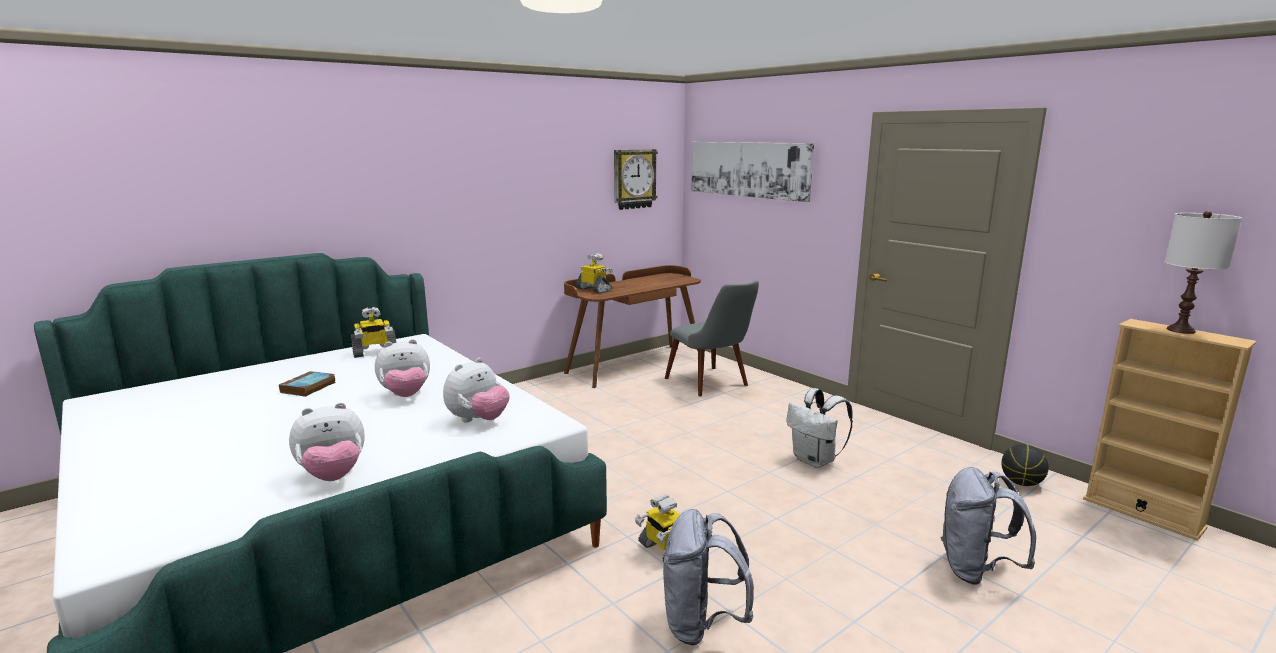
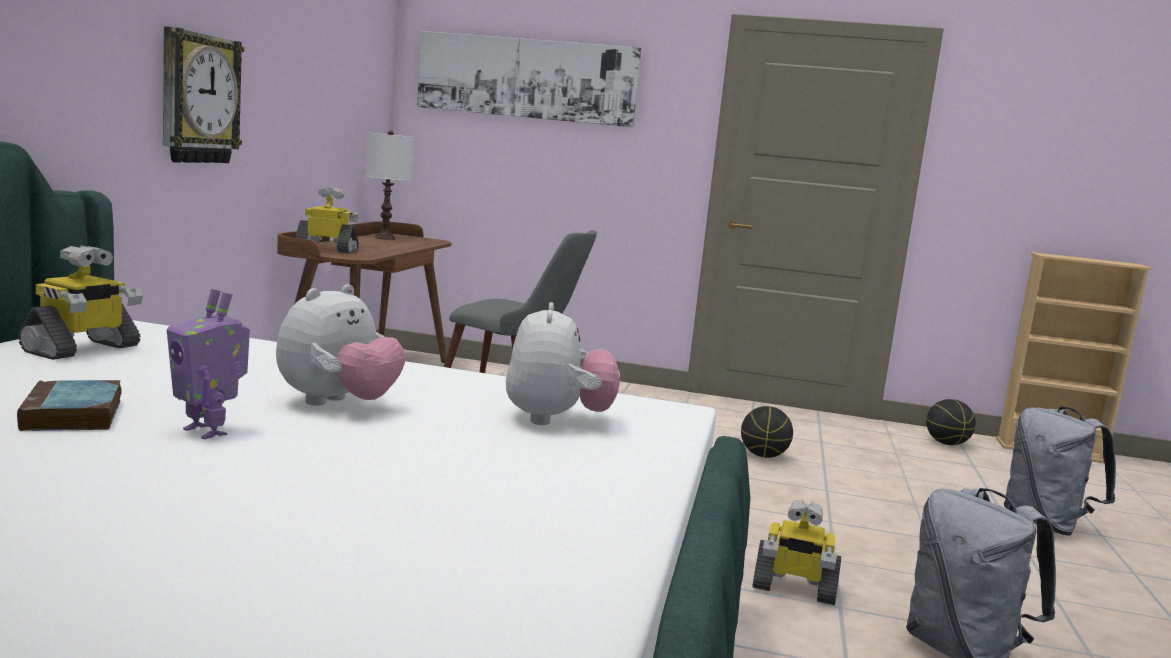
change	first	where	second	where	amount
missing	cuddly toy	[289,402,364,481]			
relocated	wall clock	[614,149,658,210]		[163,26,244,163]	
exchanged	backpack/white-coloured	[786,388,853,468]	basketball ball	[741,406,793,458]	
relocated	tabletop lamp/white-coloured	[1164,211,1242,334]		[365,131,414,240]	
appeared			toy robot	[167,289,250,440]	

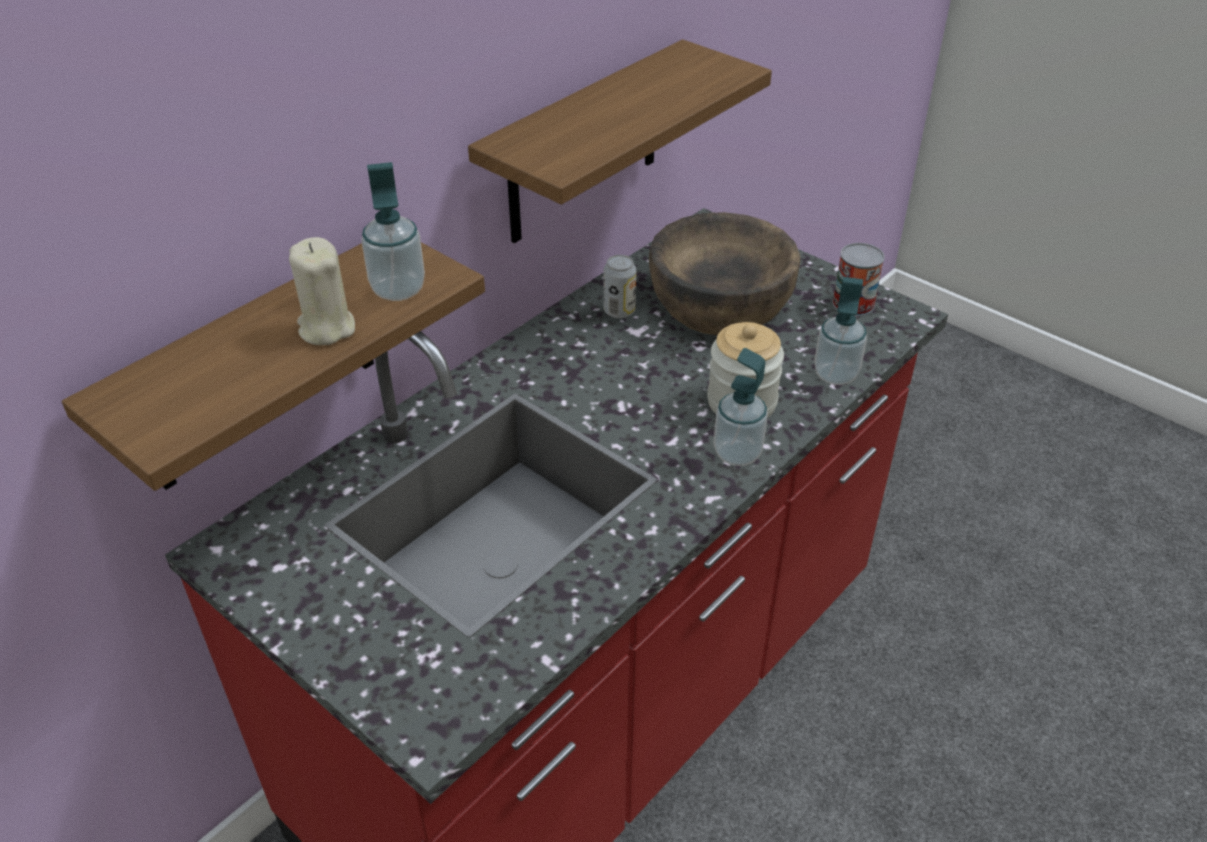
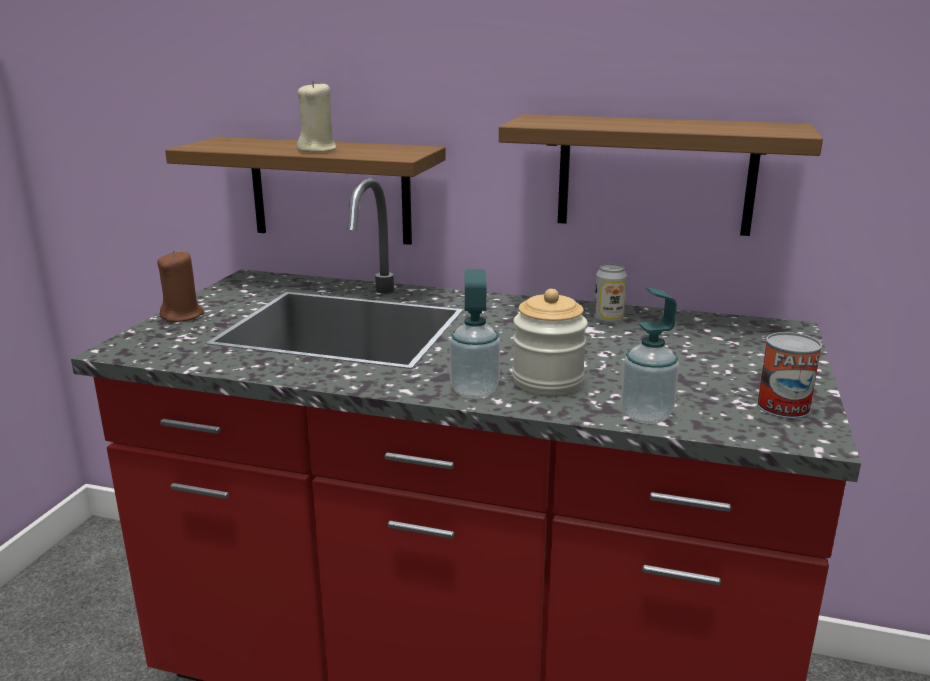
change	first	where	second	where	amount
missing	liquid soap bottle	[361,162,425,301]			
missing	serving bowl/brown	[649,212,800,335]			
appeared			candle/brown	[157,250,204,322]	

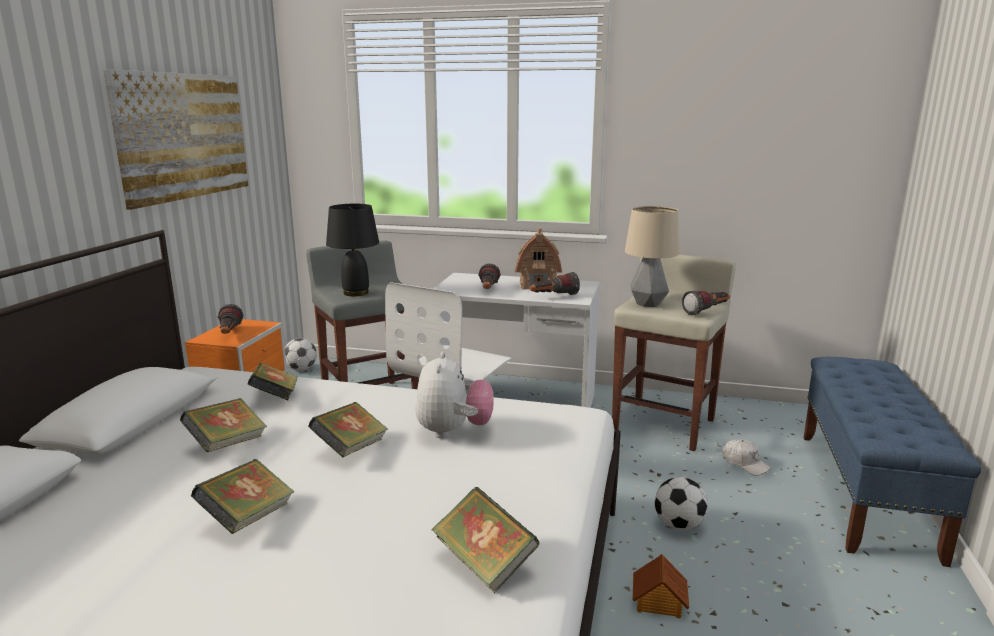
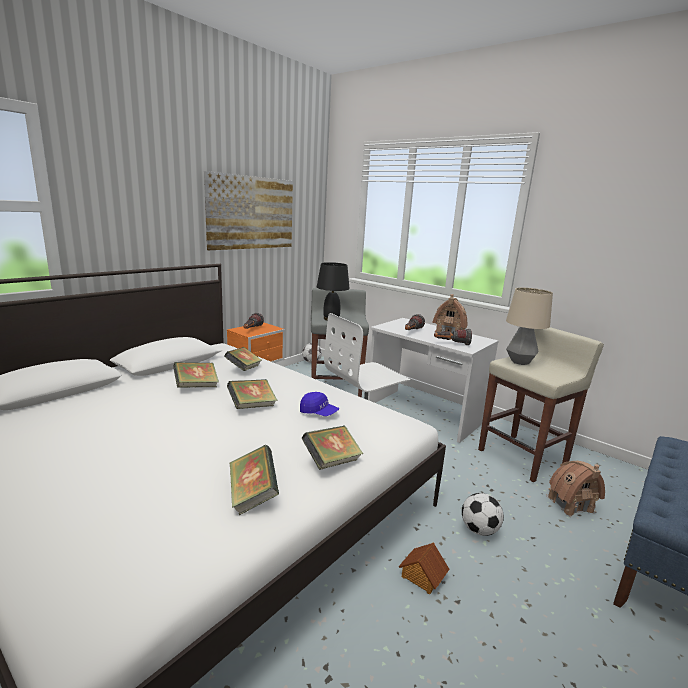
change	first	where	second	where	amount
relocated	volume	[191,459,295,534]		[302,425,363,470]	
exchanged	cuddly toy	[415,352,494,438]	cap/blue-coloured	[300,392,339,416]	
missing	torch	[682,290,730,315]			
exchanged	cap/white-coloured	[723,439,771,476]	miniature house	[546,461,605,517]	

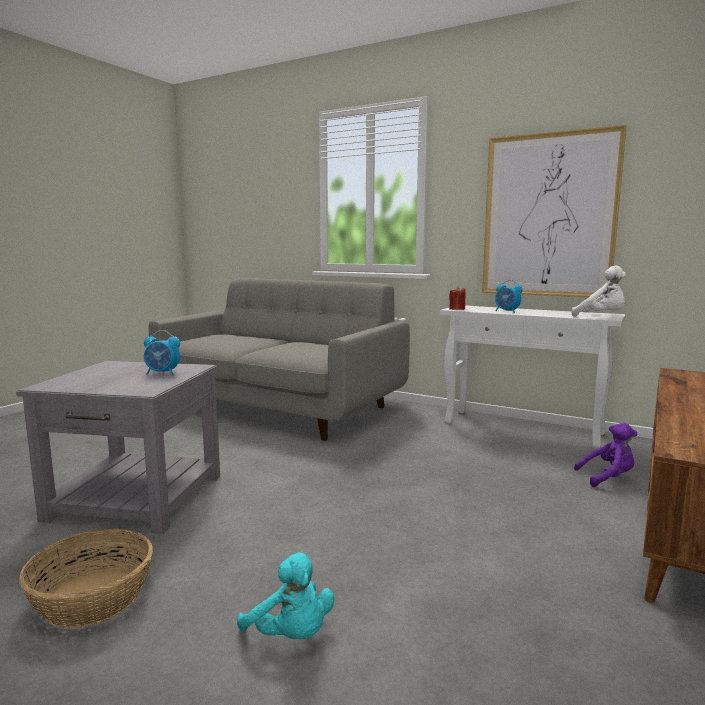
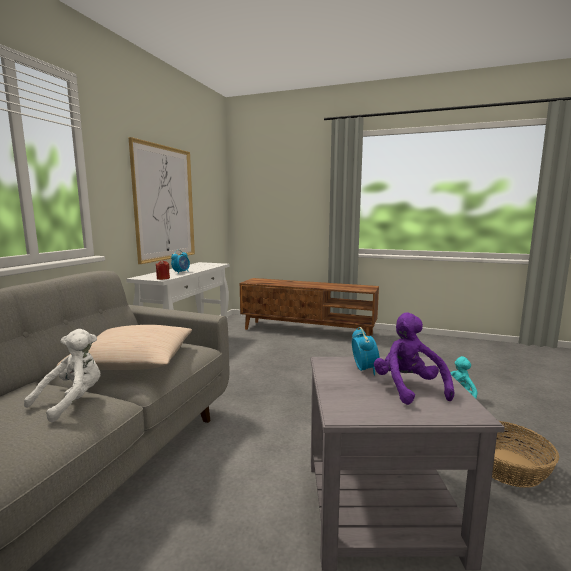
change	first	where	second	where	amount
relocated	cuddly toy/white-coloured	[571,265,626,317]		[24,329,100,422]	
relocated	cuddly toy/purple	[574,423,638,487]		[374,313,454,405]	
appeared			cushion/sand-coloured	[57,325,192,370]	

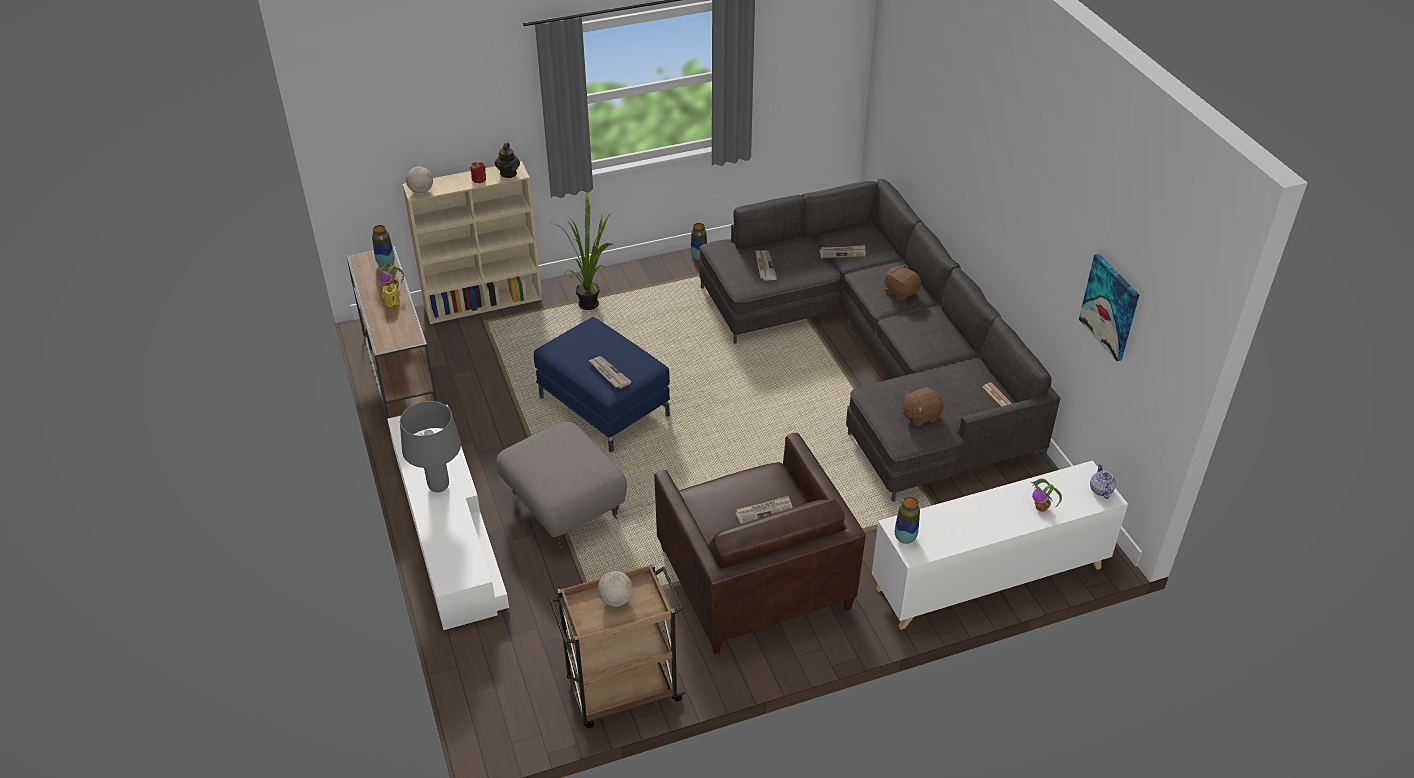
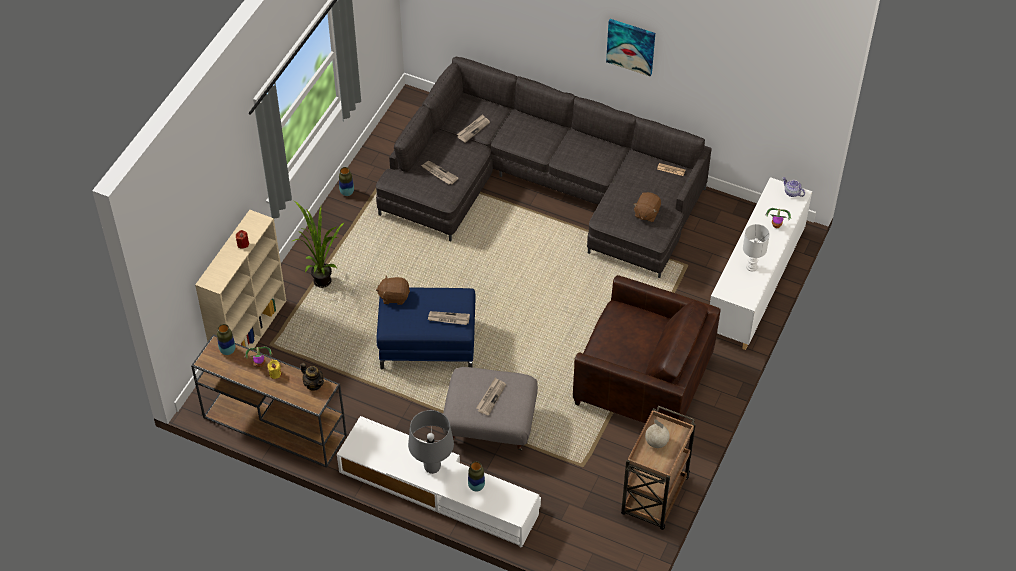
change	first	where	second	where	amount
missing	globe	[406,155,433,194]			
relocated	pot for tea	[495,142,520,178]		[301,363,324,390]	
relocated	daily paper	[735,496,793,524]		[476,378,506,415]	
relocated	cuddly toy/brown	[884,264,921,301]		[376,275,410,305]	
relocated	decorative vase	[895,497,920,544]		[468,461,485,492]	
relocated	picture	[1079,254,1139,361]		[606,19,655,76]	
appeared			tabletop lamp/white-coloured	[743,224,770,271]	

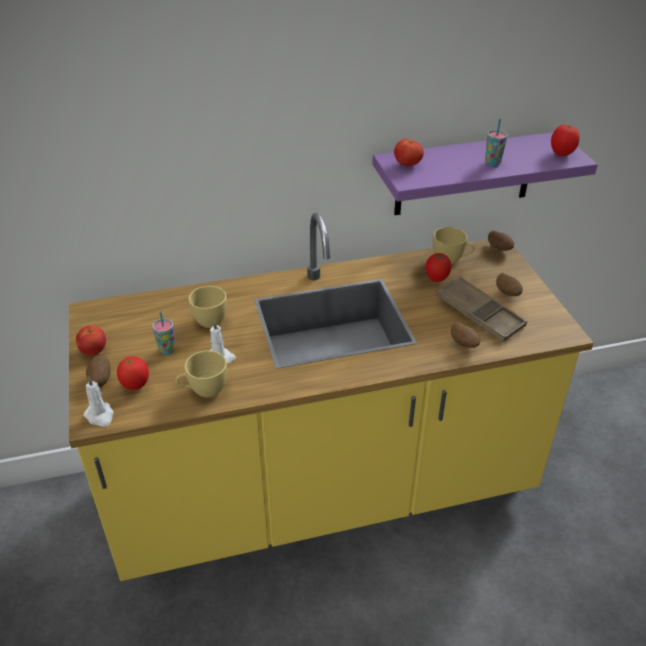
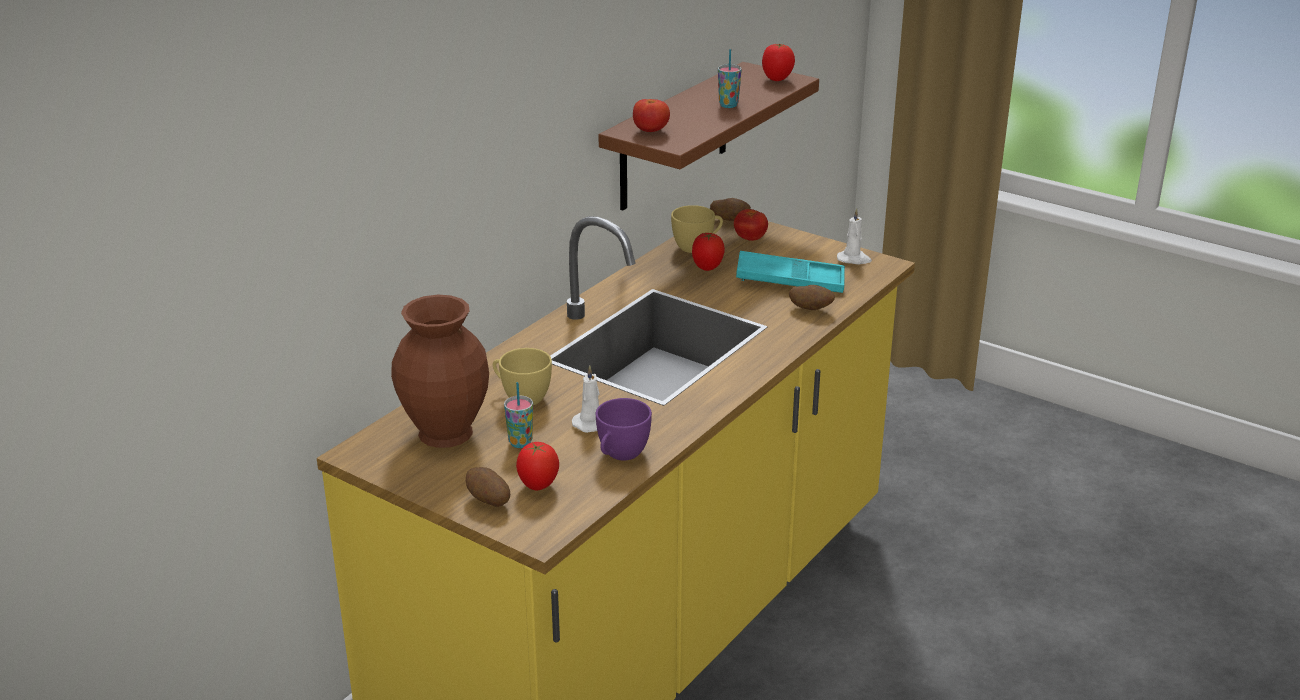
change	first	where	second	where	amount
relocated	fresh tomato	[76,325,106,356]		[734,209,768,241]	
relocated	candle/white-coloured	[83,377,114,427]		[837,208,872,264]	
colour	drinking cup/yellow	[175,351,227,398]	drinking cup/purple	[596,398,652,461]	
colour	shelf/purple	[372,132,598,215]	shelf/brown	[598,62,819,211]	
colour	tray/brown	[436,277,527,342]	tray/turquoise	[736,251,845,293]	
missing	potato	[496,273,523,296]			
appeared			decorative vase/brown	[391,295,489,448]	

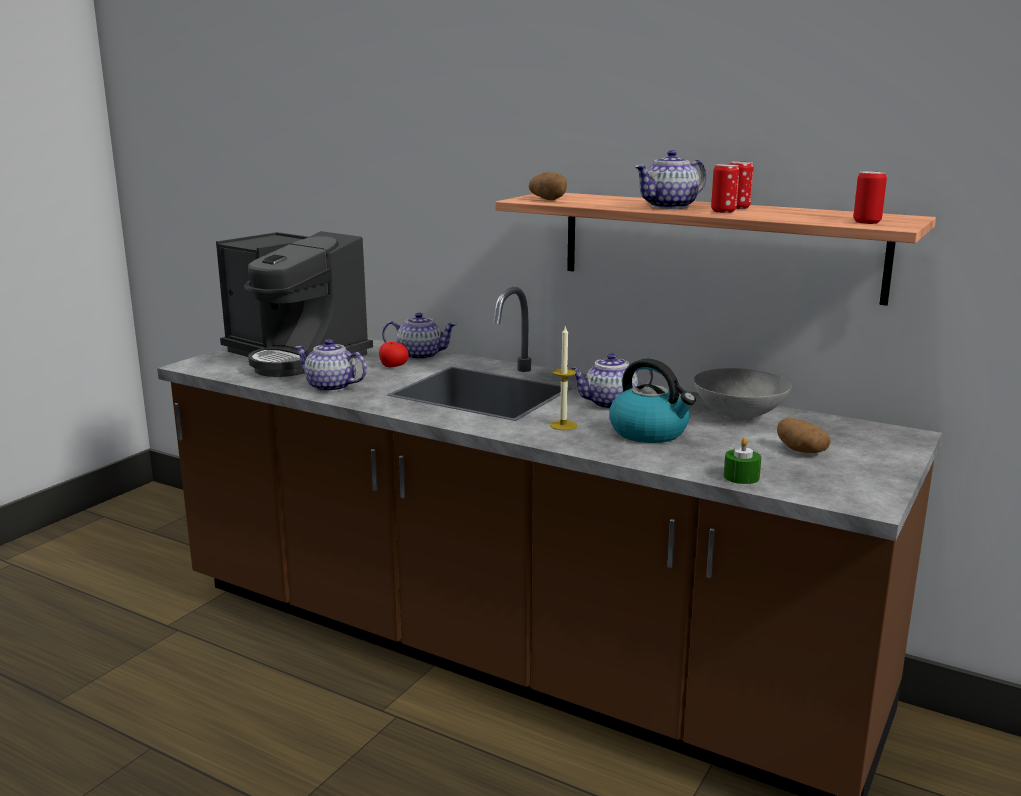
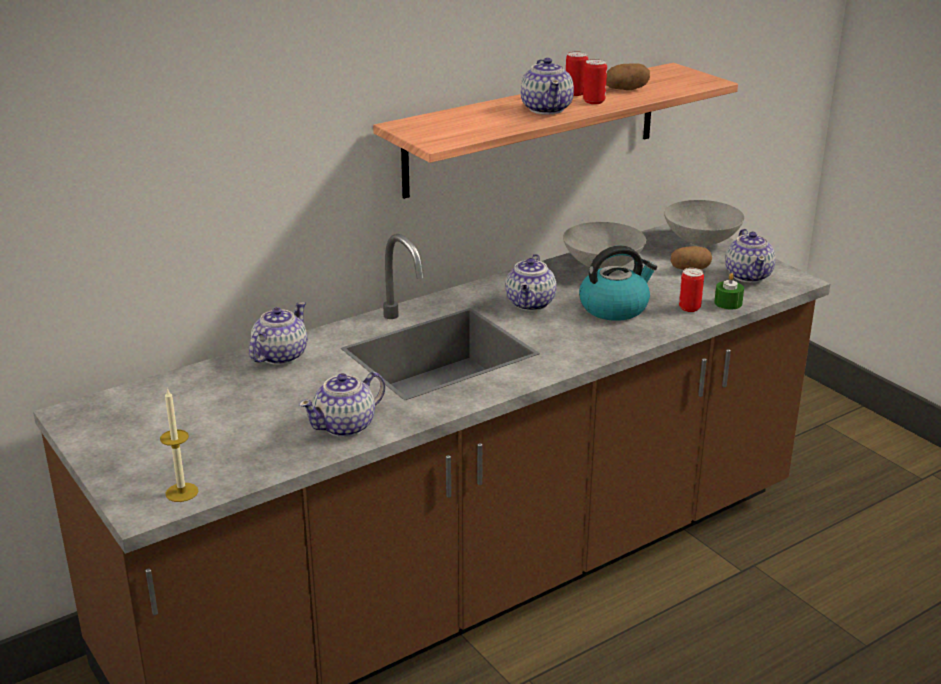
change	first	where	second	where	amount
missing	coffee maker	[216,231,373,377]			
missing	fresh tomato	[379,342,409,367]			
relocated	potato	[529,172,567,200]		[606,63,650,90]	
relocated	candle	[550,326,577,430]		[160,388,198,502]	
relocated	sealed can	[853,171,887,224]		[679,268,704,312]	
appeared			serving bowl/greyish	[664,200,744,247]	
appeared			pot for tea	[725,229,776,283]	

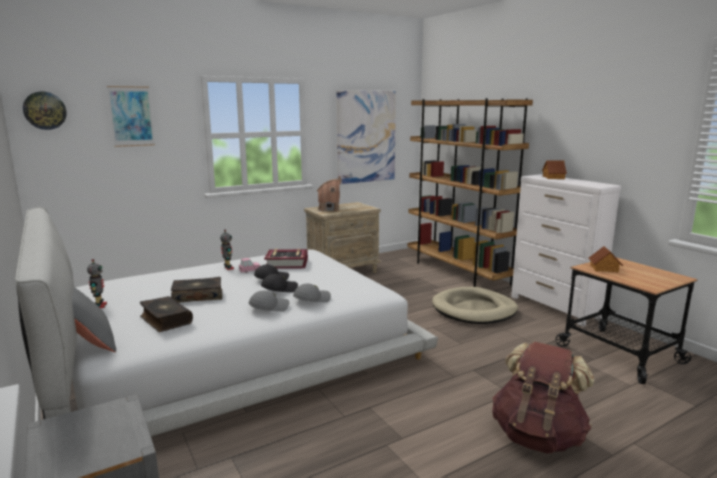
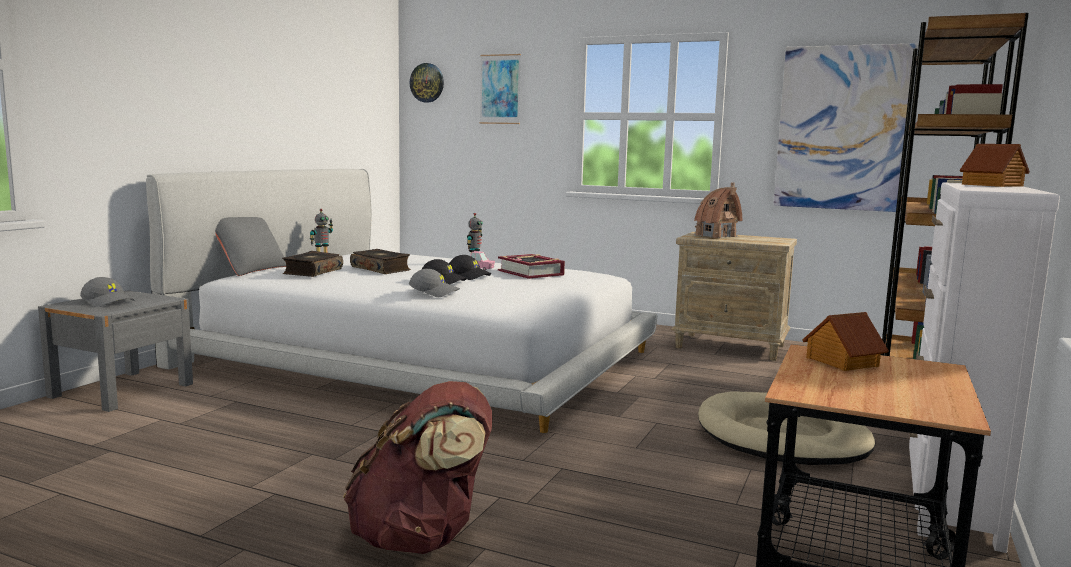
change	first	where	second	where	amount
relocated	cap/greyish	[249,291,290,312]		[80,277,135,307]	

